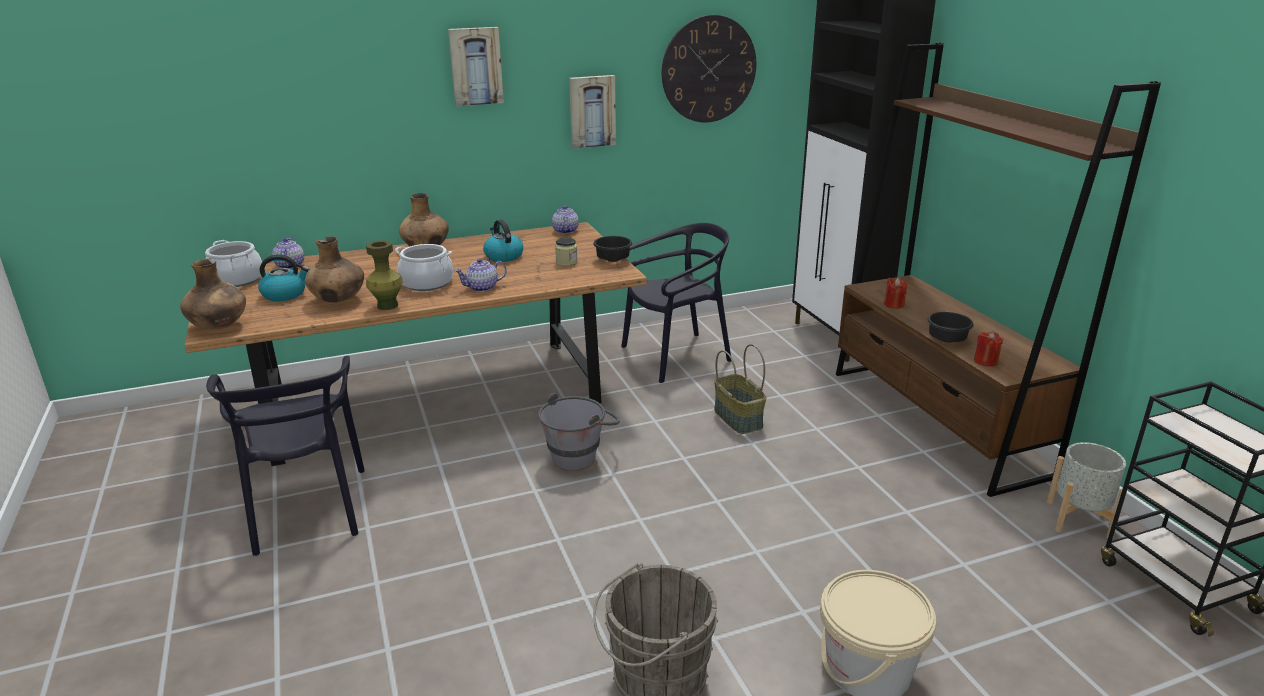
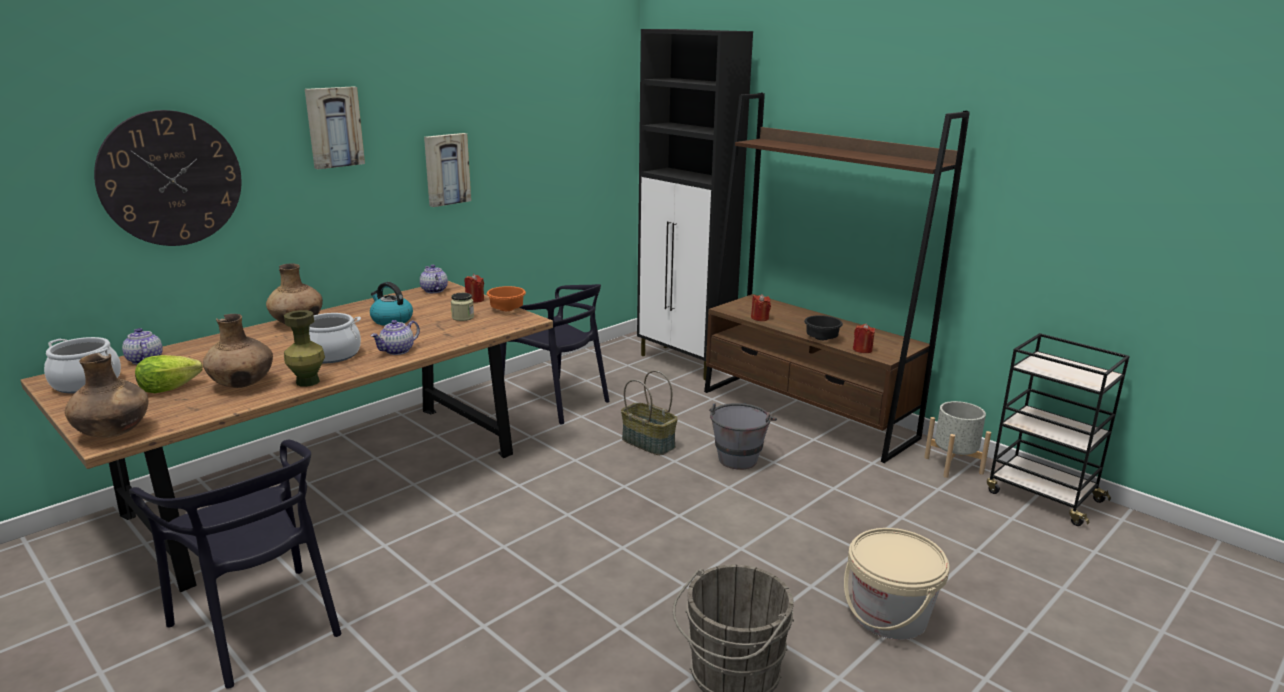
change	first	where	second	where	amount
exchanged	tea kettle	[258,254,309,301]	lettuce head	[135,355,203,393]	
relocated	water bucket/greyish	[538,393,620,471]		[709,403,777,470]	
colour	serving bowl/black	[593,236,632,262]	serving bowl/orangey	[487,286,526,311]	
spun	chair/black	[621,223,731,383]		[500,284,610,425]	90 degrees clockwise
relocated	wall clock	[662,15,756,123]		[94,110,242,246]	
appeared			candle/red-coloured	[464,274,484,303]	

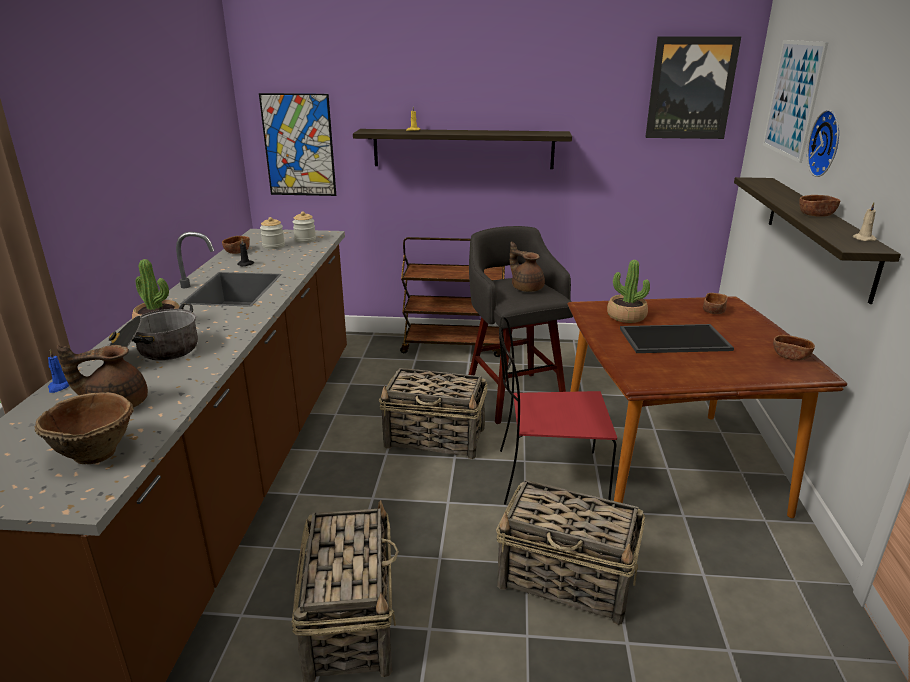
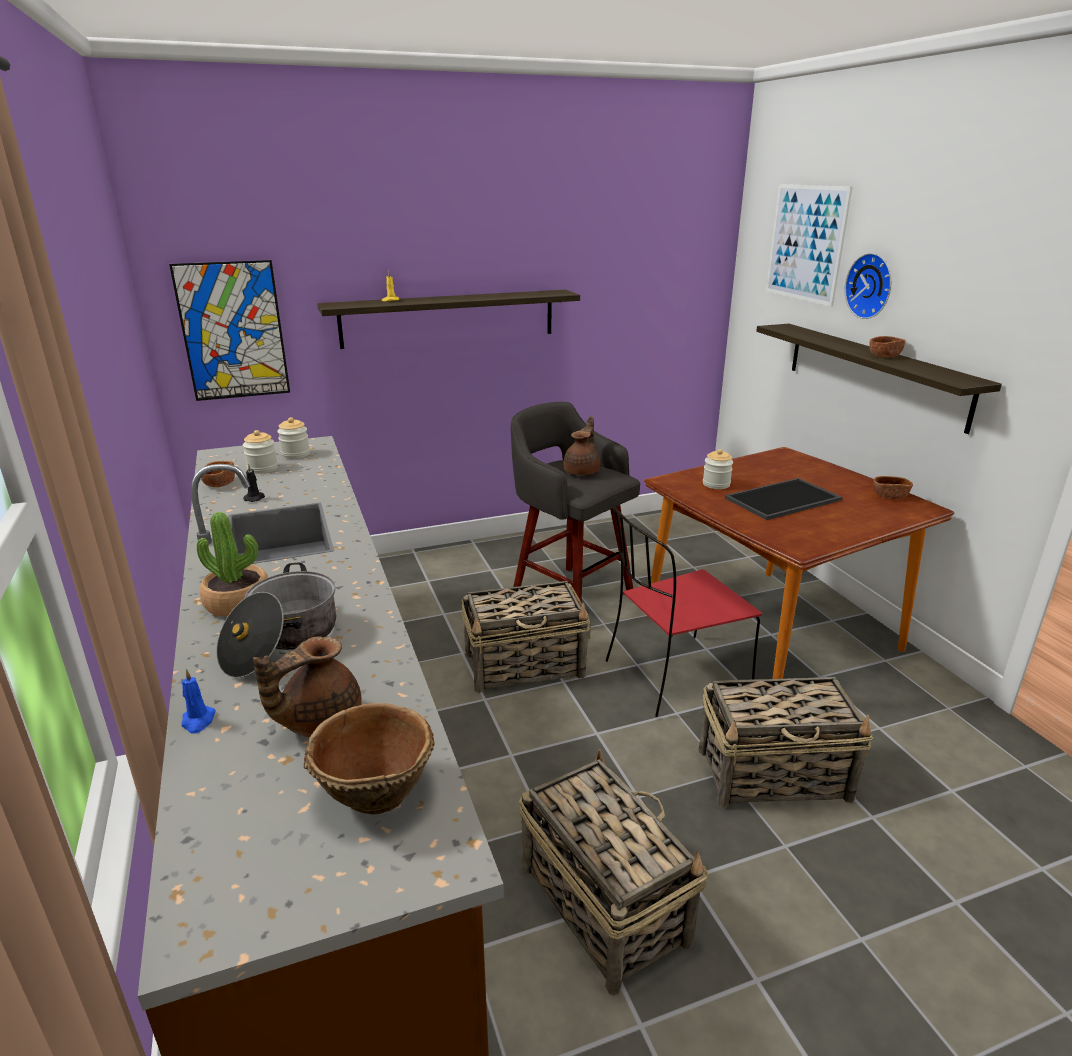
change	first	where	second	where	amount
missing	cart/brown	[400,237,505,357]			
spun	pot for tea/brown	[510,242,545,292]		[563,416,601,475]	90 degrees clockwise
exchanged	potted plant	[607,260,650,323]	preserve jar	[703,449,733,489]	
missing	picture	[645,36,741,139]			
missing	serving bowl/brown	[703,293,728,314]			
missing	candle/sand-coloured	[853,202,876,241]			

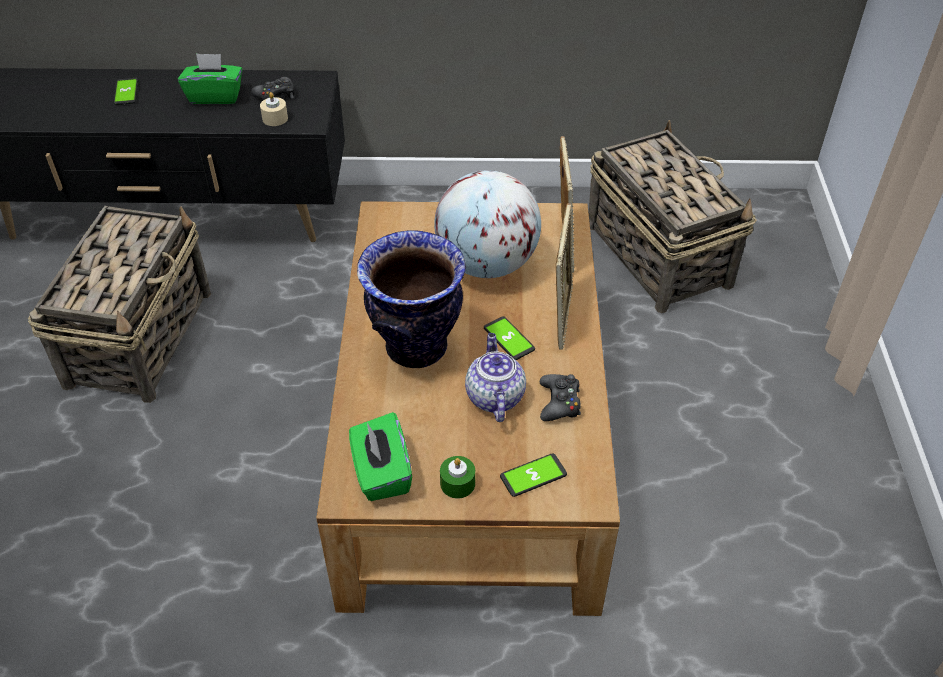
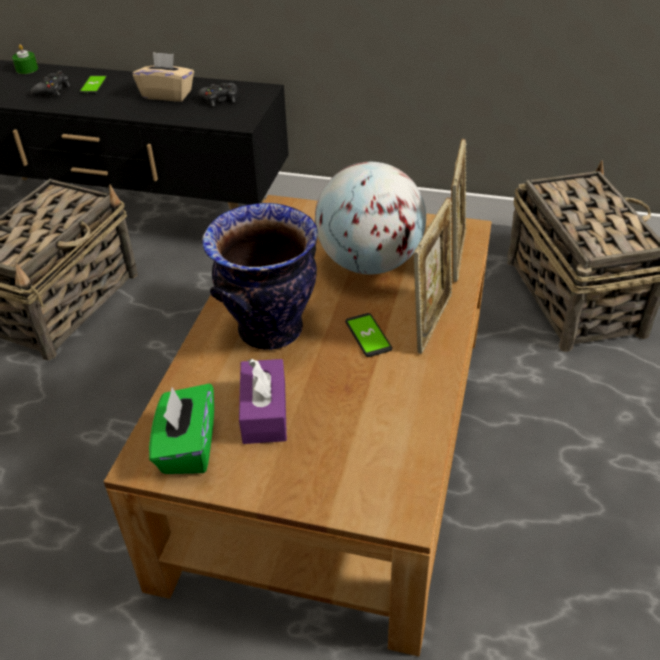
change	first	where	second	where	amount
colour	tissue holder/green-coloured	[178,53,242,104]	tissue holder/sand-coloured	[132,52,194,101]	
missing	candle/sand-coloured	[260,92,288,126]			
relocated	candle/green-coloured	[440,456,475,499]		[12,44,38,74]	
missing	pot for tea	[465,333,526,422]			
missing	handset	[500,453,567,497]			
relocated	joypad/black	[540,374,581,421]		[31,71,70,97]	
appeared			tissue holder/purple	[239,359,287,444]	

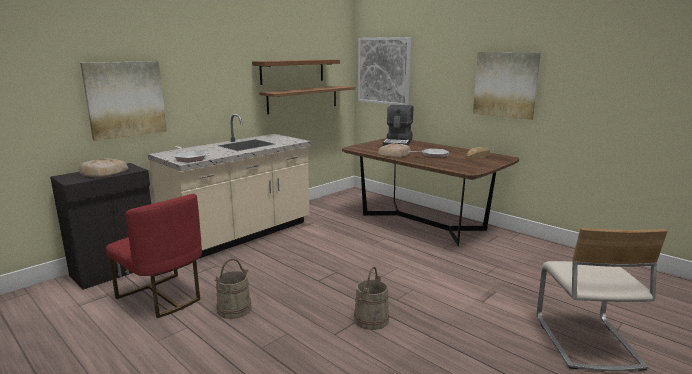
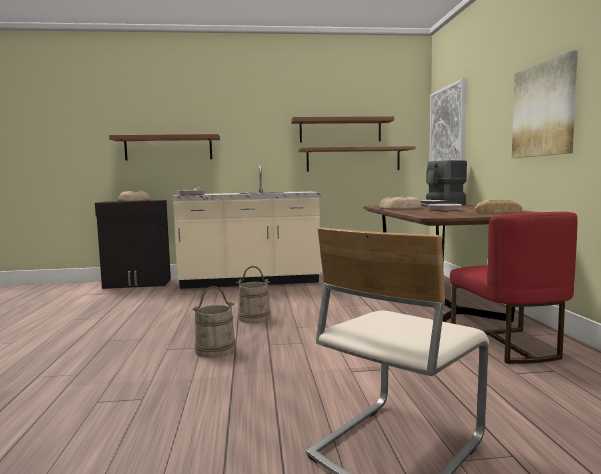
change	first	where	second	where	amount
exchanged	picture	[80,61,167,141]	shelf/brown	[109,134,220,161]	
relocated	chair/red-coloured	[106,194,202,318]		[450,212,577,364]	
relocated	water bucket/sand-coloured	[214,259,252,319]		[236,266,271,323]	

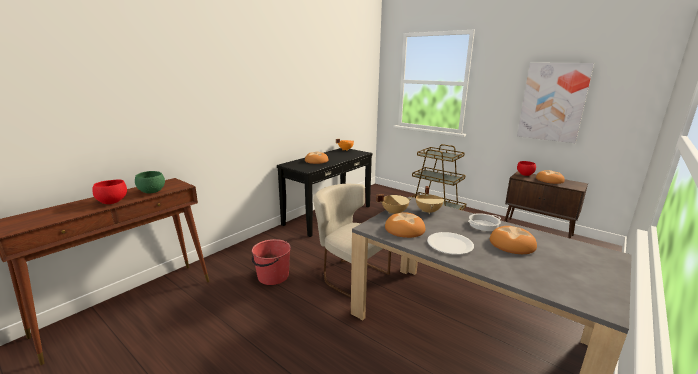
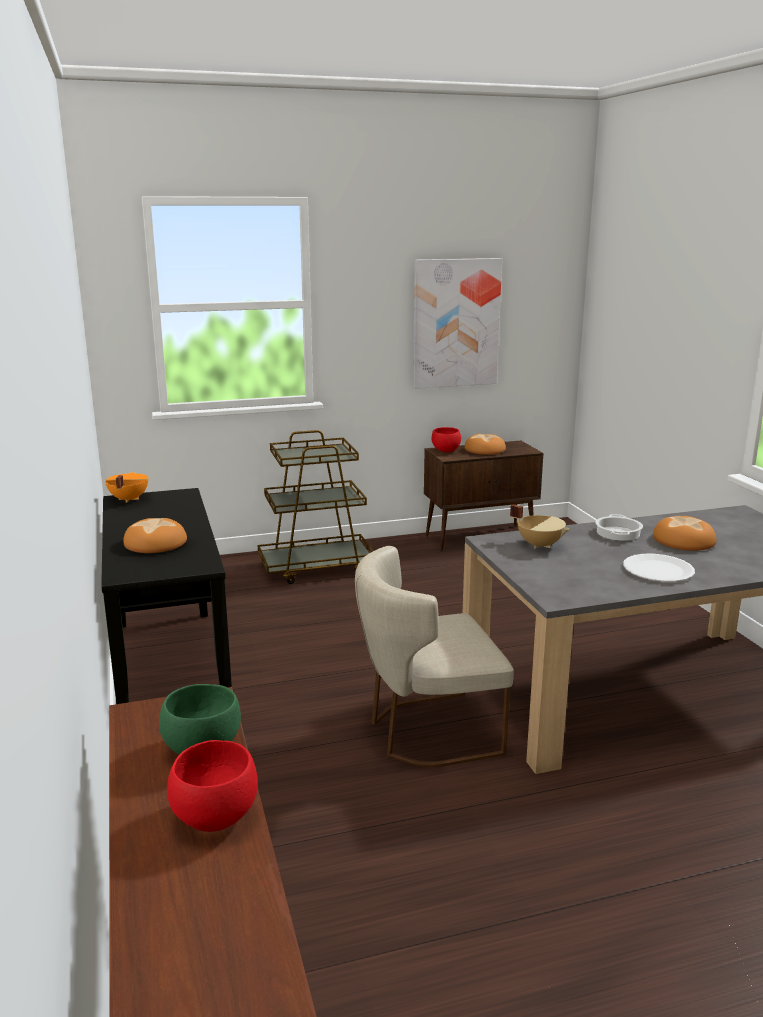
change	first	where	second	where	amount
missing	water bucket/red-coloured	[252,239,291,285]			
missing	stockpot/sand-coloured	[376,194,412,214]			
missing	baked bread	[385,212,425,238]			

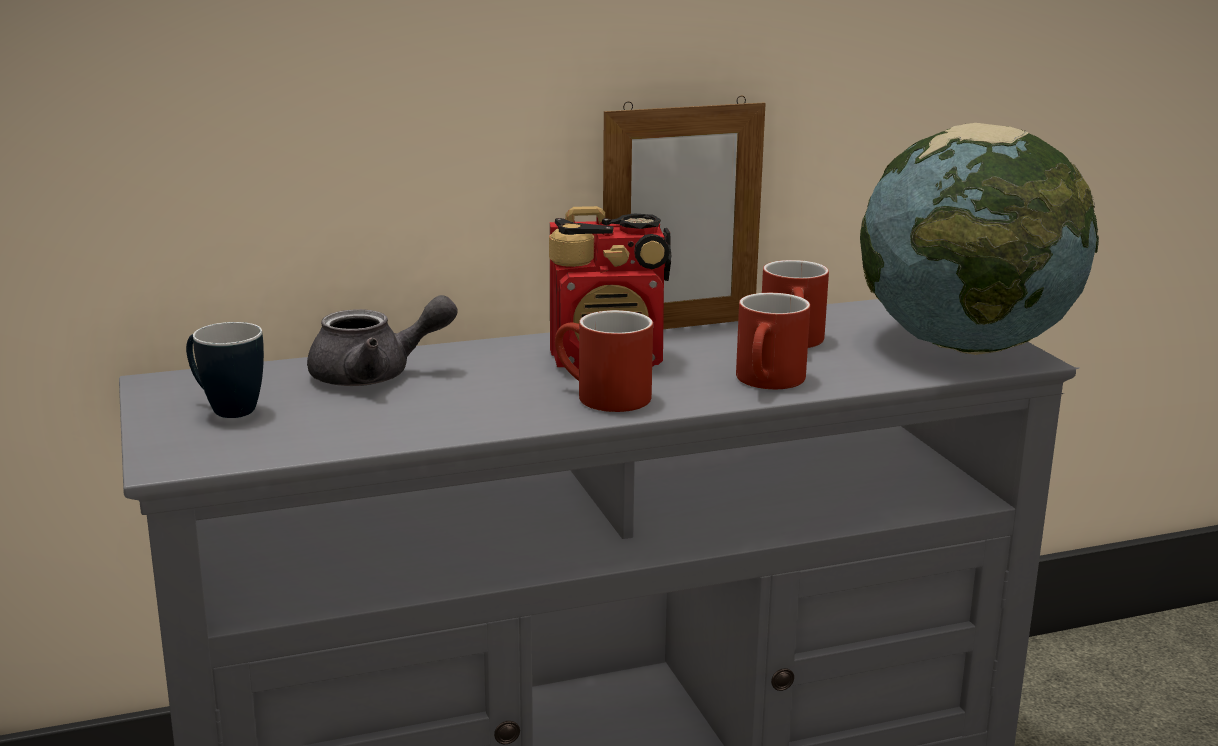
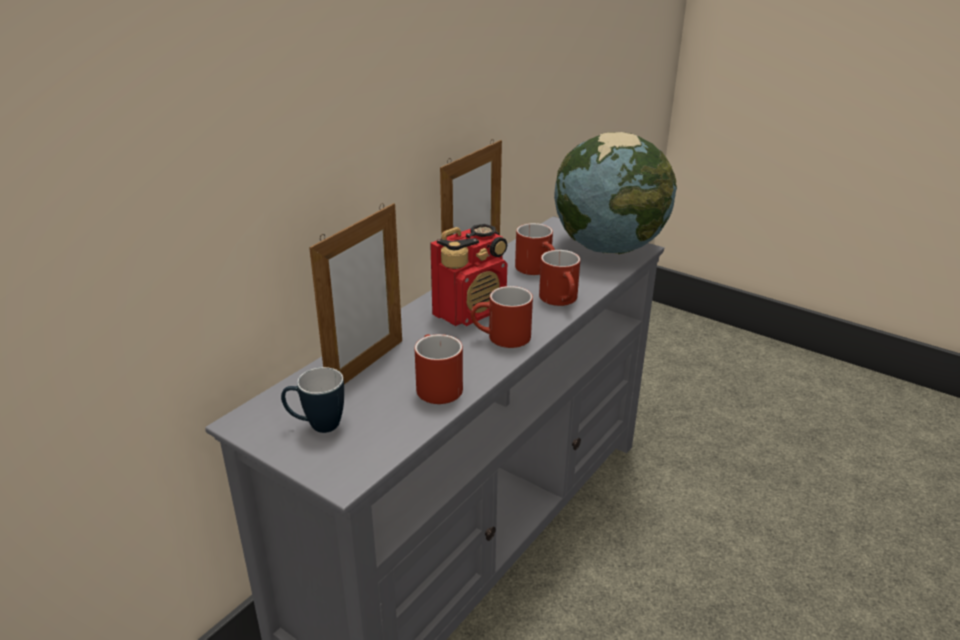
change	first	where	second	where	amount
exchanged	pot for tea/greyish	[307,295,458,386]	photo frame	[309,203,402,384]	
appeared			tea mug/red-coloured	[414,334,463,404]	

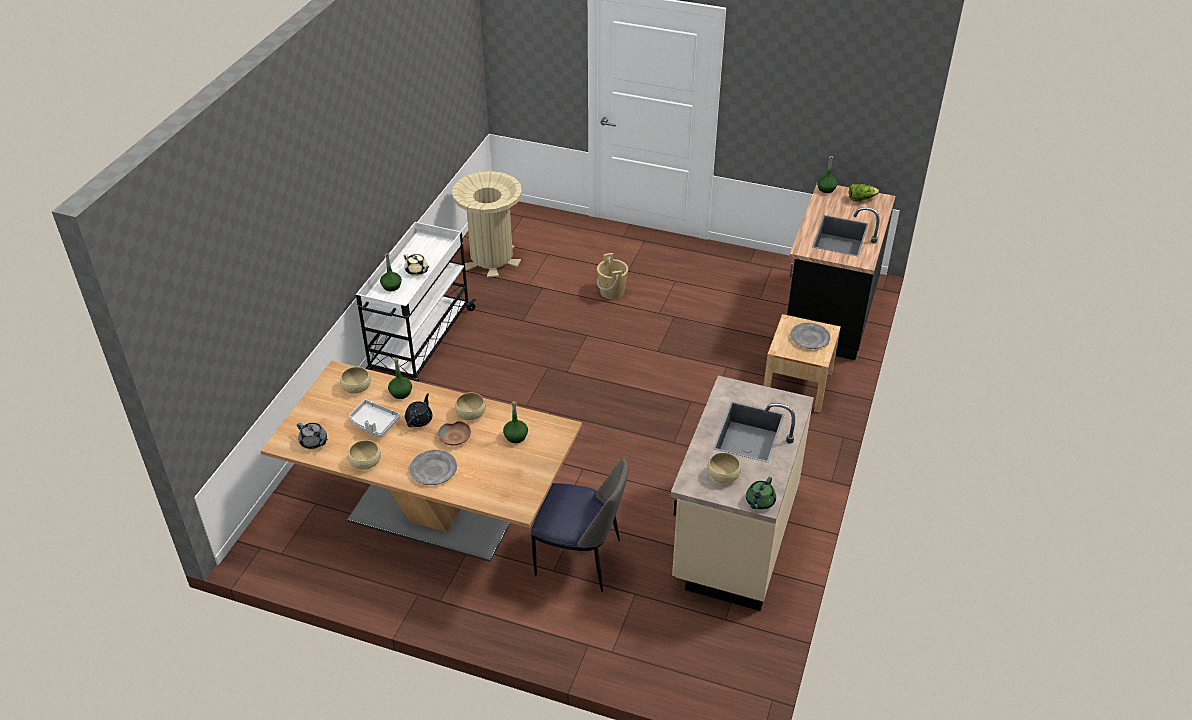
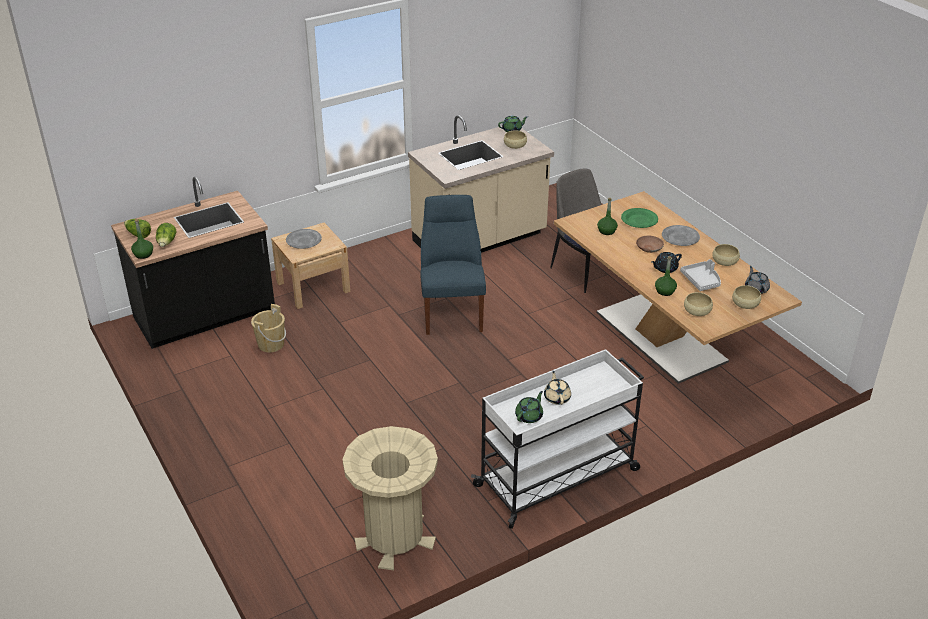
change	first	where	second	where	amount
missing	bottle/green-coloured	[380,253,402,291]			
relocated	serving bowl/sand-coloured	[455,393,486,420]		[732,285,761,309]	
relocated	water bucket/sand-coloured	[597,253,628,299]		[251,304,286,352]	
appeared			lettuce head	[156,223,176,247]	
appeared			chair/blue-coloured	[420,195,486,335]	
appeared			pot for tea/green-coloured	[515,391,543,423]	
appeared			plate/green-coloured	[621,208,658,228]	

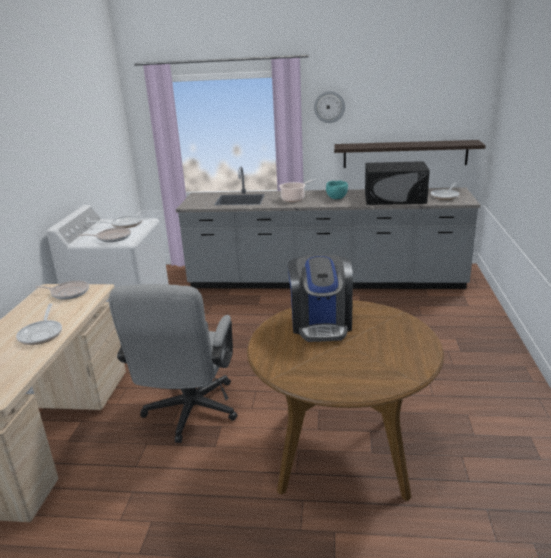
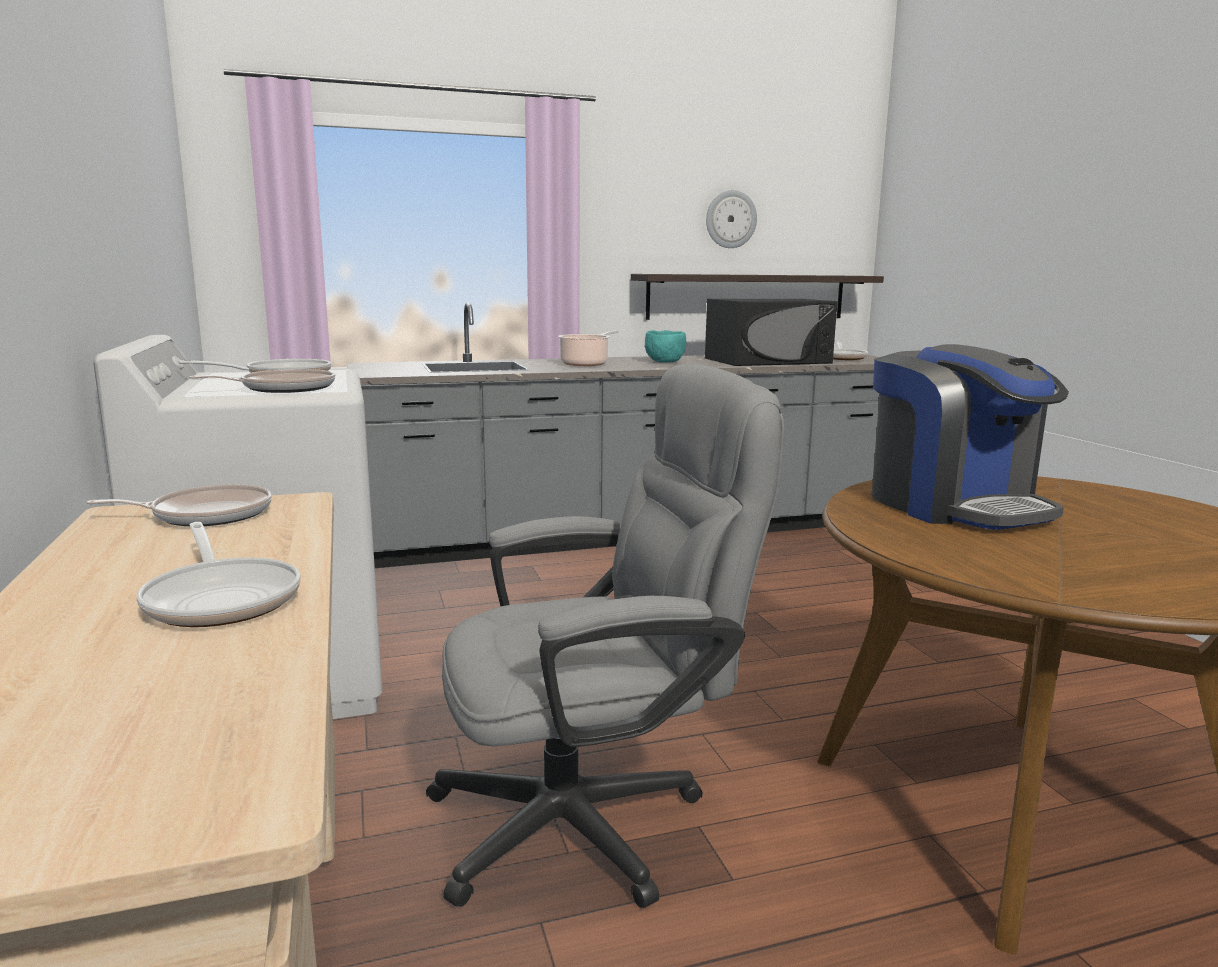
change	first	where	second	where	amount
spun	computer chair/greyish	[109,284,238,443]		[426,364,784,908]	90 degrees counterclockwise
relocated	wall clock	[314,91,345,123]		[706,190,757,248]	

